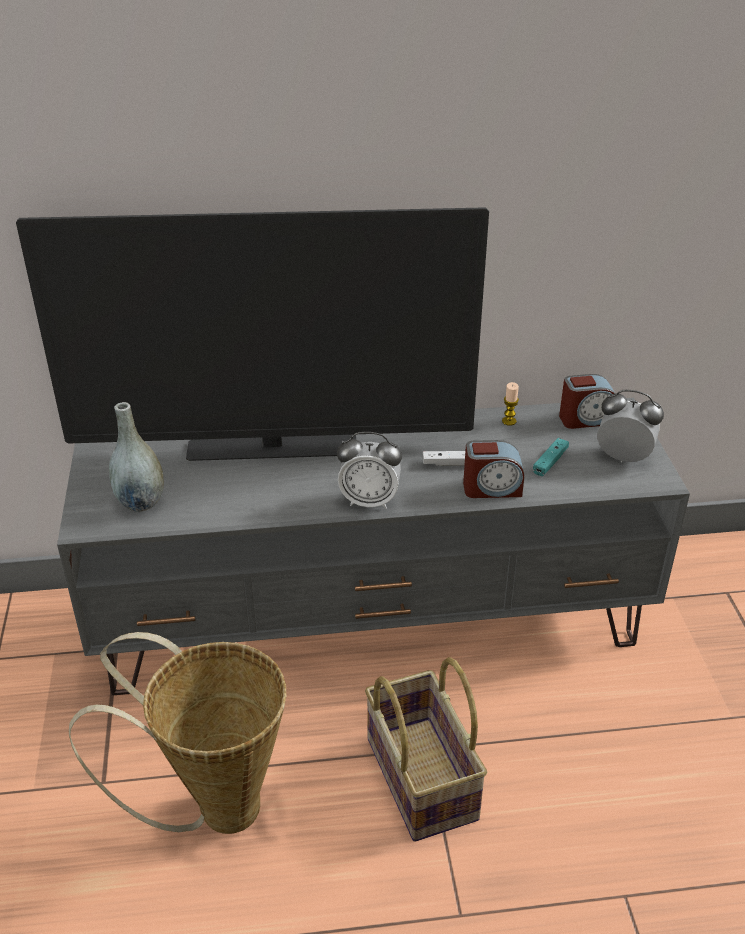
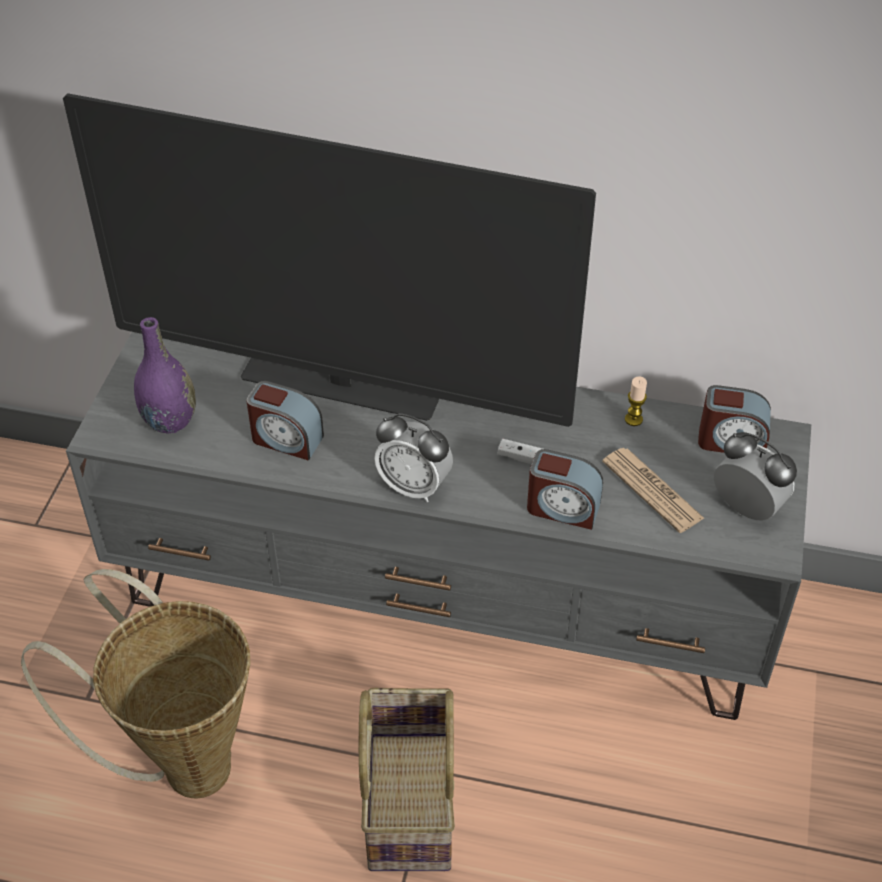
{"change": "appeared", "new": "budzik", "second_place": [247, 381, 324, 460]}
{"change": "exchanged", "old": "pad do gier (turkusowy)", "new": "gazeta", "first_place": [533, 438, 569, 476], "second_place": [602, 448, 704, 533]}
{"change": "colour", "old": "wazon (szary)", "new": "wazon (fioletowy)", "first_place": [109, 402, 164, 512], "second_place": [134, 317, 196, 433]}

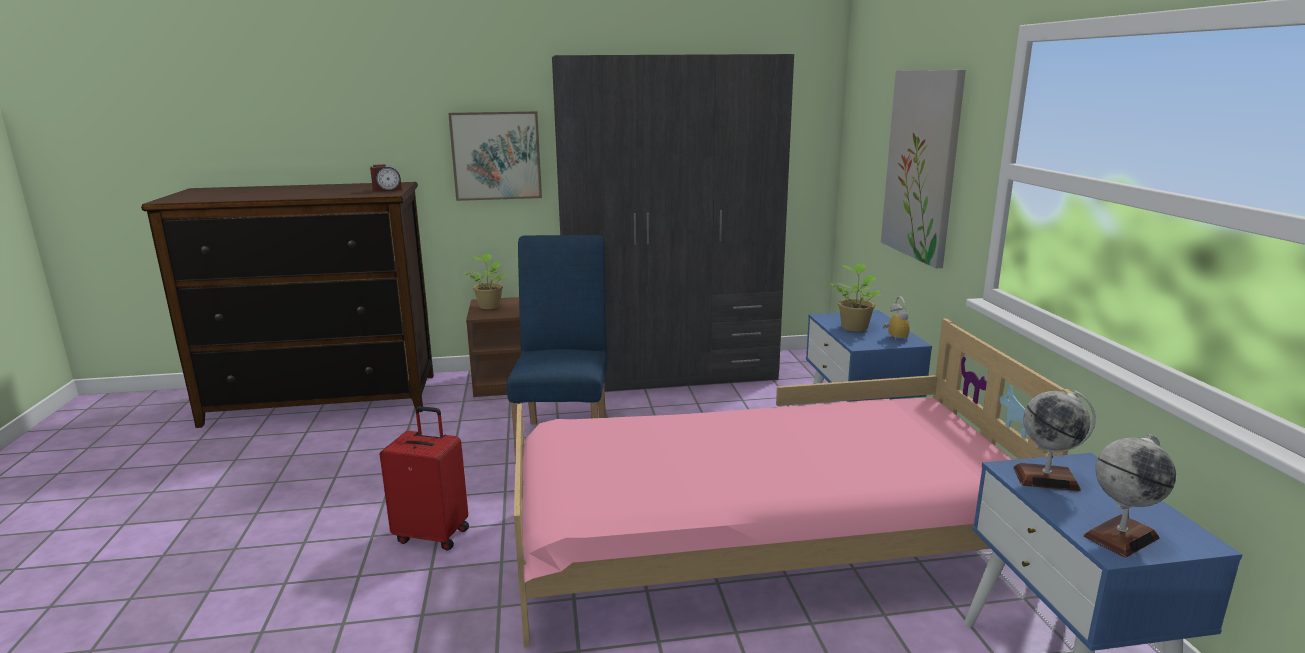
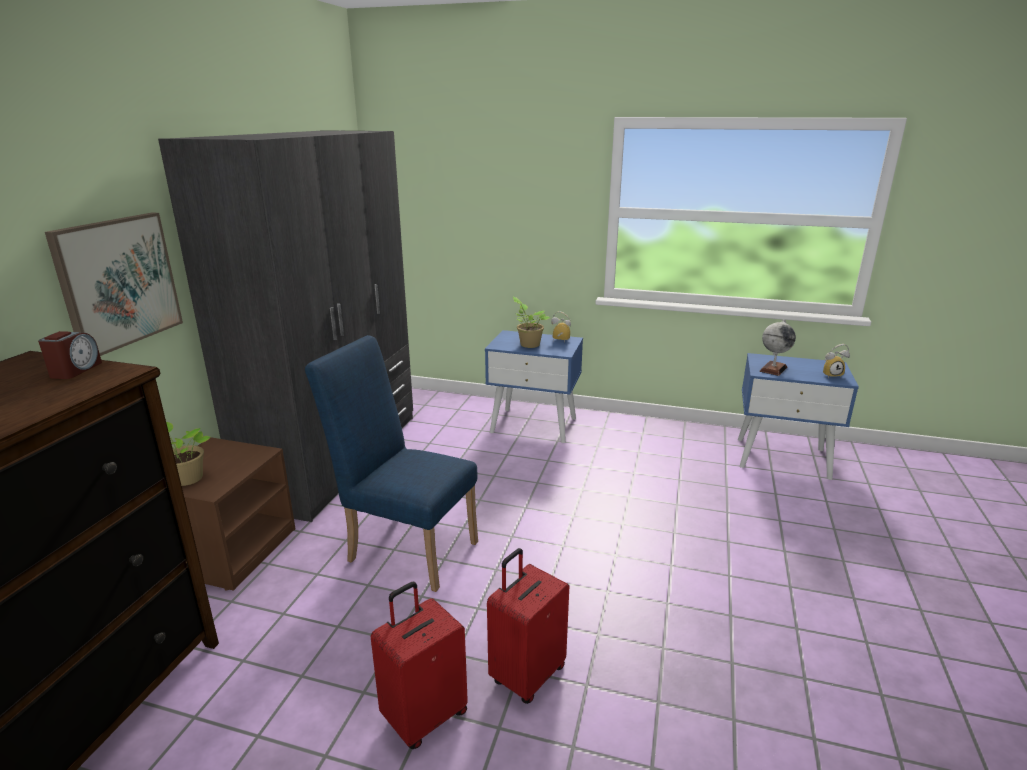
{"change": "missing", "old": "łóżko (różowy)", "first_place": [514, 318, 1078, 647]}
{"change": "missing", "old": "obraz", "first_place": [881, 70, 966, 268]}
{"change": "appeared", "new": "walizka (czerwony)", "second_place": [371, 581, 468, 749]}
{"change": "exchanged", "old": "globus", "new": "budzik", "first_place": [1083, 434, 1176, 558], "second_place": [823, 344, 850, 378]}

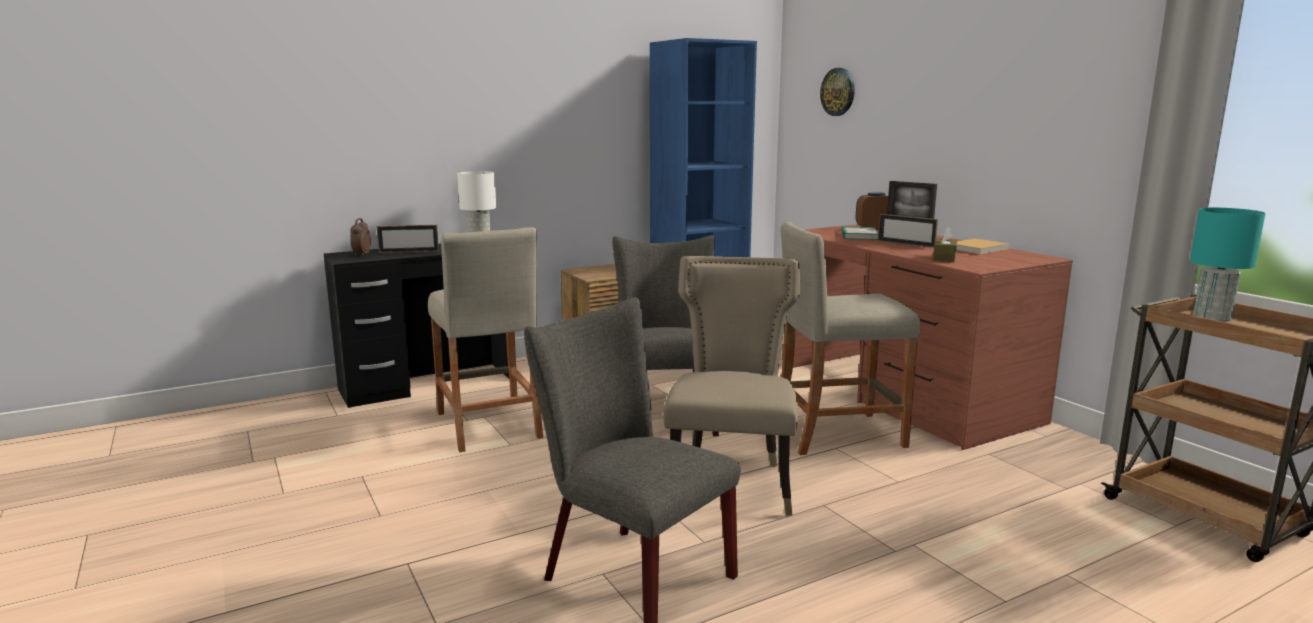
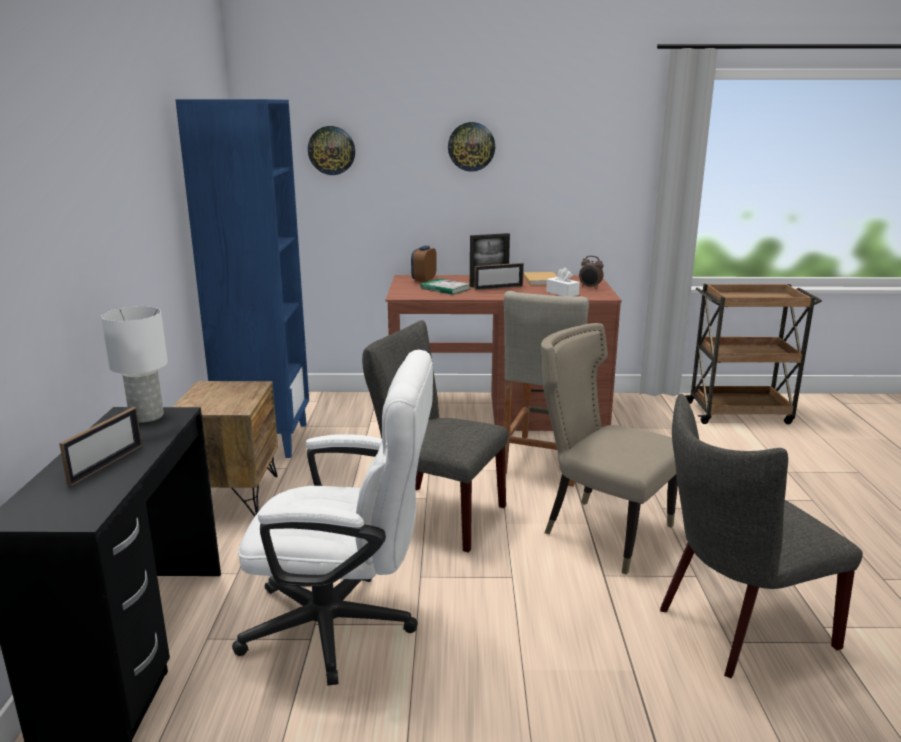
{"change": "missing", "old": "lampa stołowa (turkusowy)", "first_place": [1190, 208, 1266, 322]}
{"change": "appeared", "new": "zegar ścienny", "second_place": [448, 122, 495, 171]}
{"change": "relocated", "old": "budzik", "first_place": [350, 218, 371, 257], "second_place": [579, 256, 604, 289]}
{"change": "exchanged", "old": "stołek (beżowy)", "new": "krzesło biurowe (biały)", "first_place": [428, 227, 543, 452], "second_place": [232, 350, 433, 686]}
{"change": "colour", "old": "pudełko chusteczek (brązowy)", "new": "pudełko chusteczek (biały)", "first_place": [933, 227, 957, 262], "second_place": [546, 268, 580, 297]}

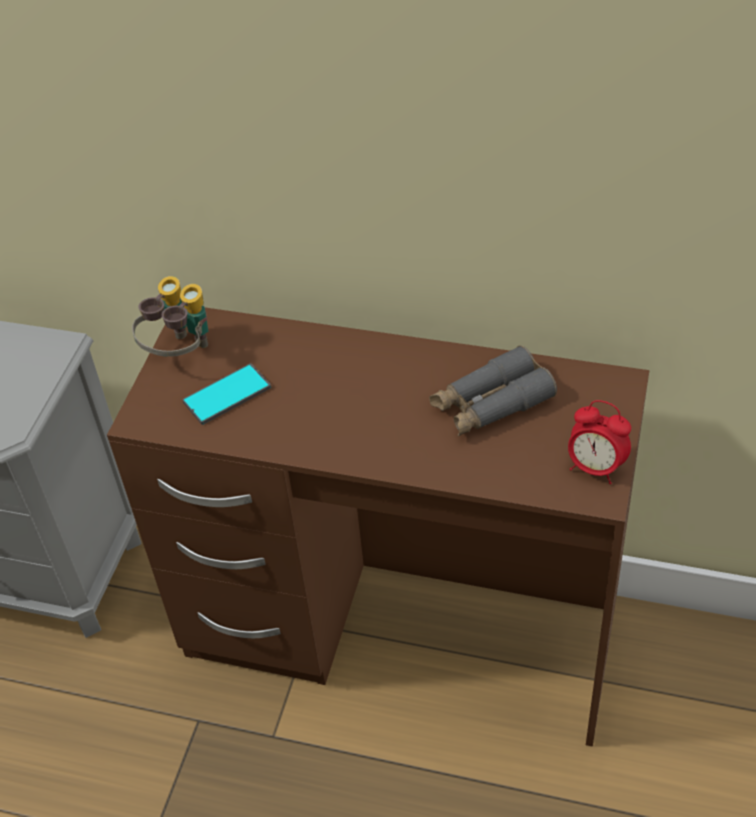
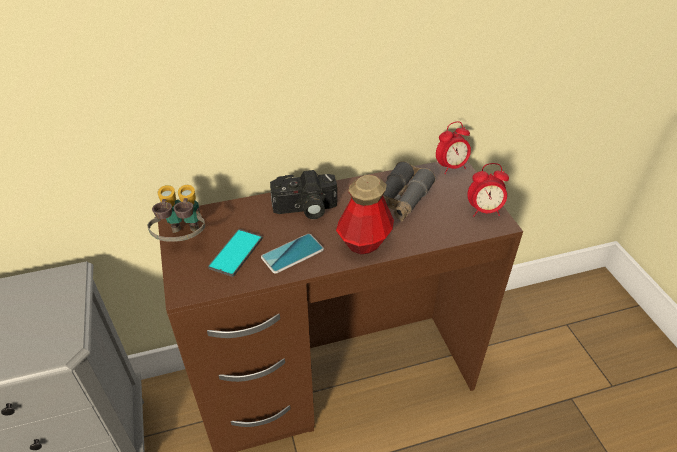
{"change": "appeared", "new": "telefon", "second_place": [261, 234, 324, 274]}
{"change": "appeared", "new": "aparat fotograficzny", "second_place": [270, 170, 337, 219]}
{"change": "appeared", "new": "butelka", "second_place": [336, 175, 394, 255]}
{"change": "appeared", "new": "budzik", "second_place": [436, 121, 471, 174]}

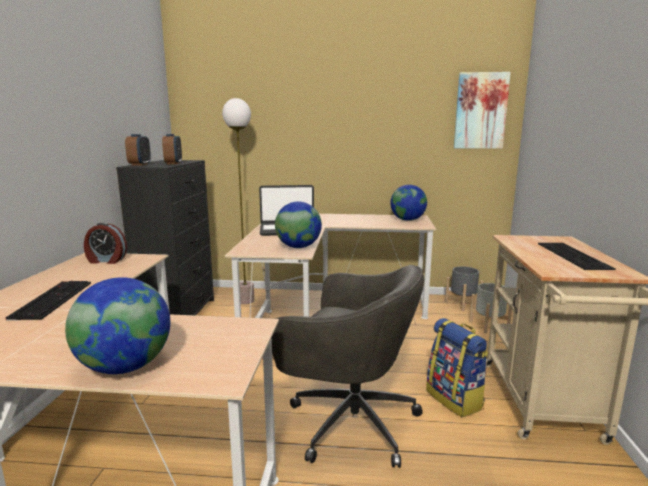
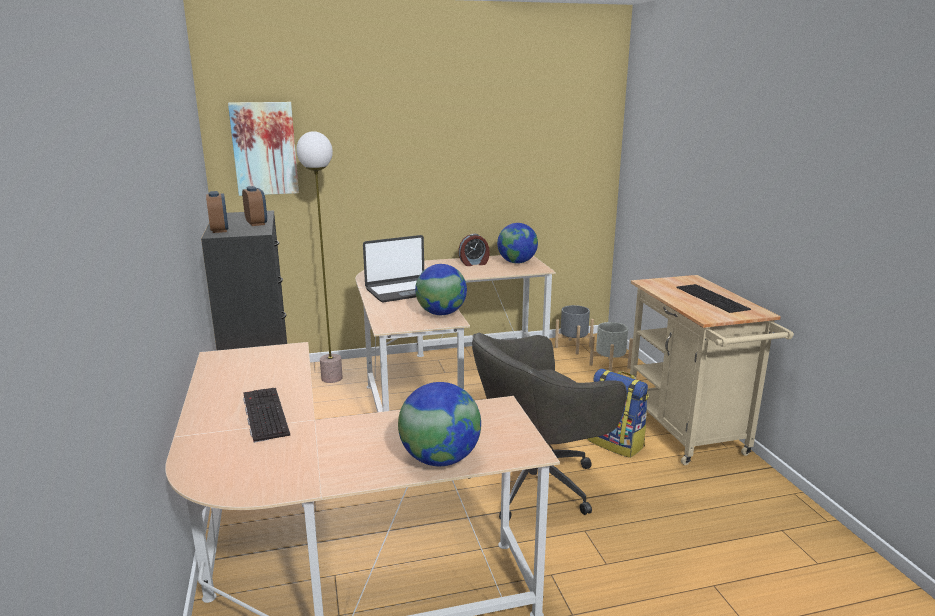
{"change": "relocated", "old": "budzik", "first_place": [84, 223, 127, 264], "second_place": [458, 234, 490, 266]}
{"change": "relocated", "old": "obraz", "first_place": [454, 72, 511, 149], "second_place": [228, 102, 299, 196]}
{"change": "spun", "old": "krzesło biurowe (szary)", "first_place": [272, 265, 424, 468], "second_place": [468, 333, 627, 520], "degrees": 150}

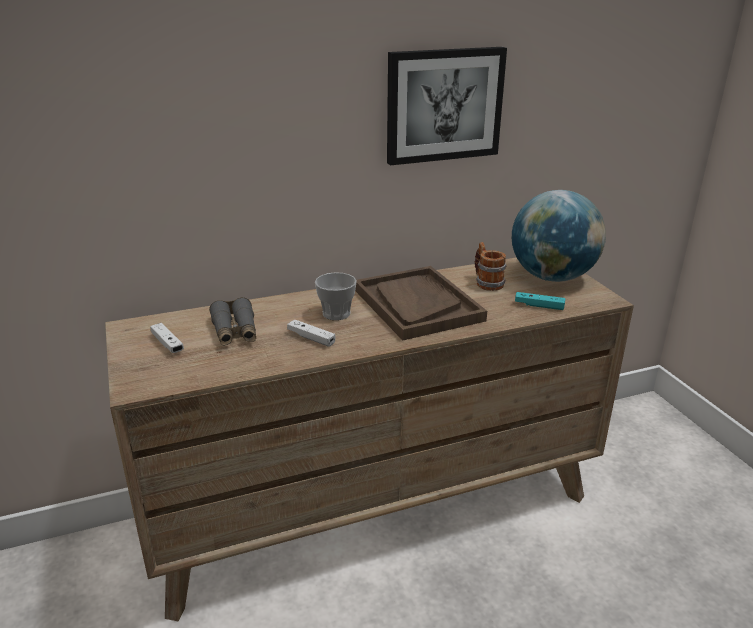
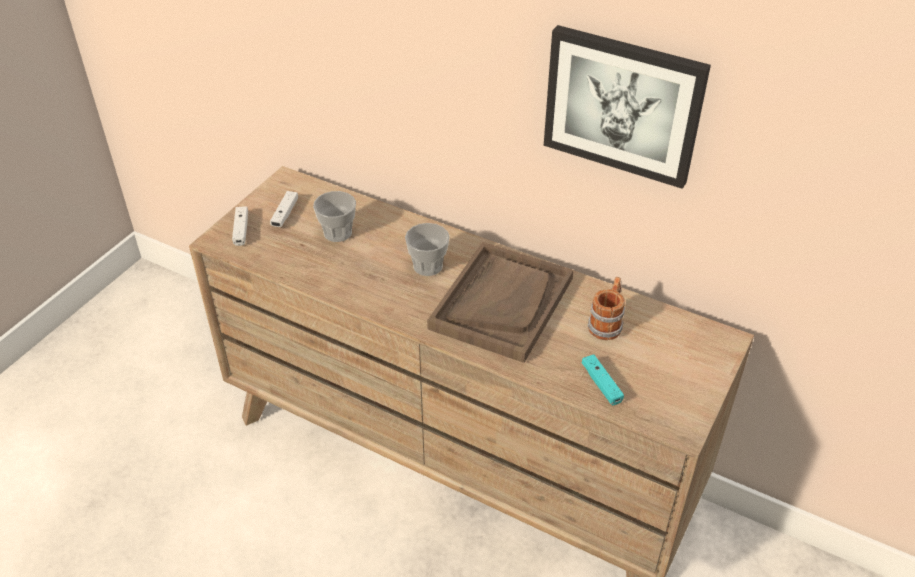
{"change": "missing", "old": "globus", "first_place": [512, 190, 606, 282]}
{"change": "relocated", "old": "pad do gier (biały)", "first_place": [287, 320, 335, 347], "second_place": [232, 206, 248, 246]}
{"change": "exchanged", "old": "lornetka (szary)", "new": "filiżanka", "first_place": [209, 297, 256, 346], "second_place": [313, 191, 356, 242]}

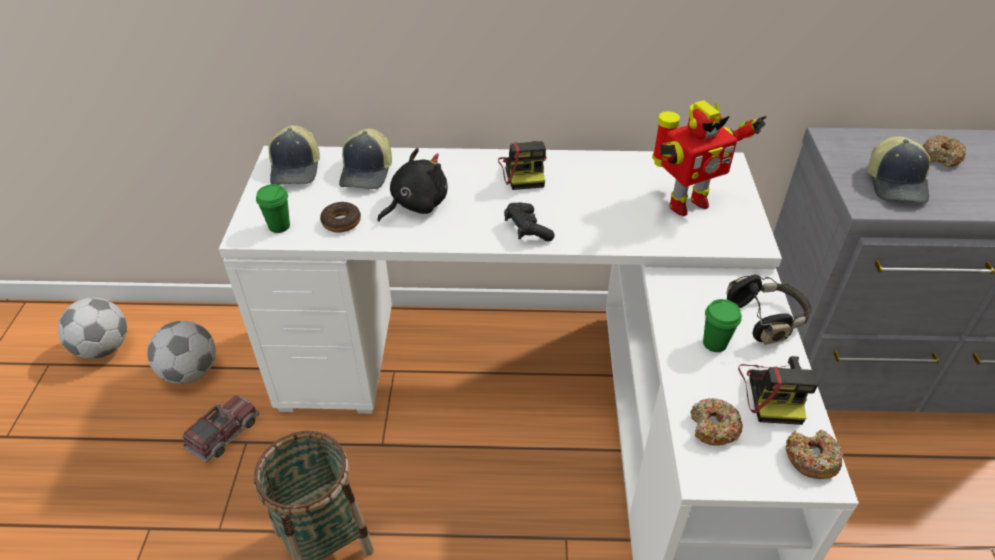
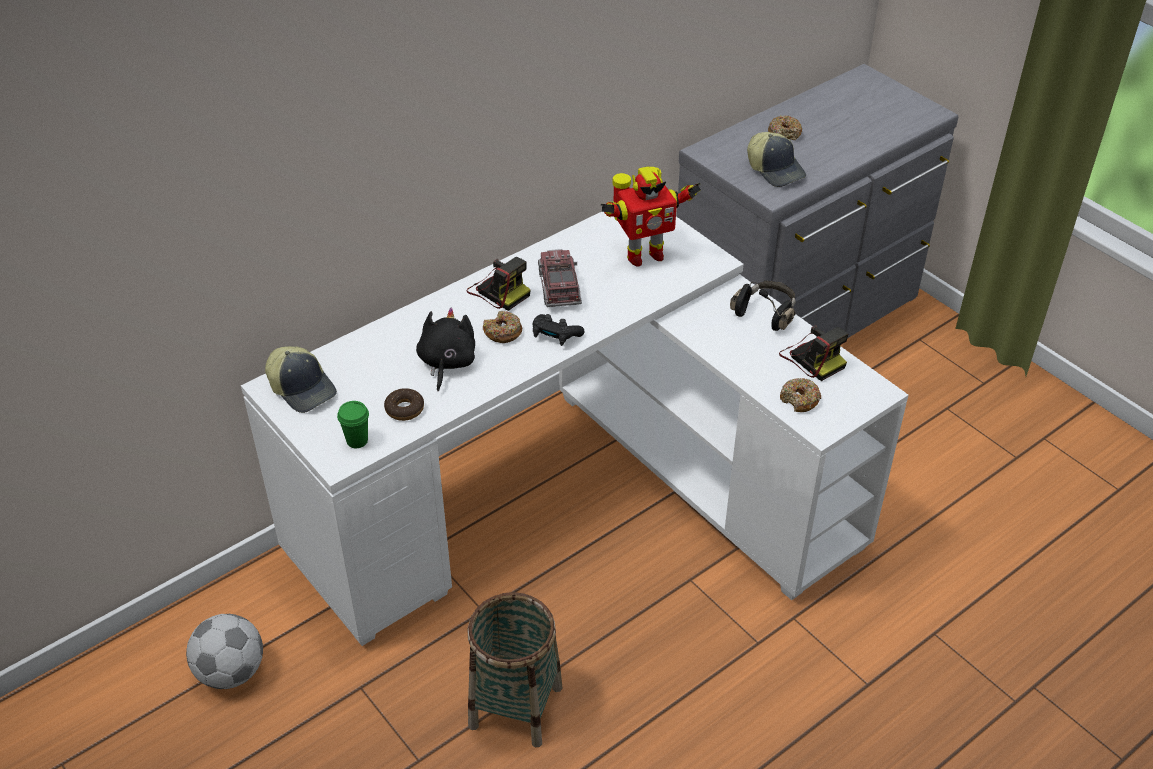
{"change": "missing", "old": "piłka futbolowa", "first_place": [58, 298, 127, 359]}
{"change": "missing", "old": "czapka z daszkiem", "first_place": [339, 128, 392, 189]}
{"change": "missing", "old": "filiżanka (zielony)", "first_place": [703, 299, 742, 352]}
{"change": "relocated", "old": "ciężarówka zabawkowa", "first_place": [183, 395, 259, 462], "second_place": [538, 249, 582, 307]}
{"change": "relocated", "old": "donut", "first_place": [786, 430, 843, 479], "second_place": [483, 311, 523, 343]}
{"change": "spun", "old": "robot zabawkowy", "first_place": [652, 100, 767, 216], "second_place": [601, 166, 701, 267], "degrees": 45}

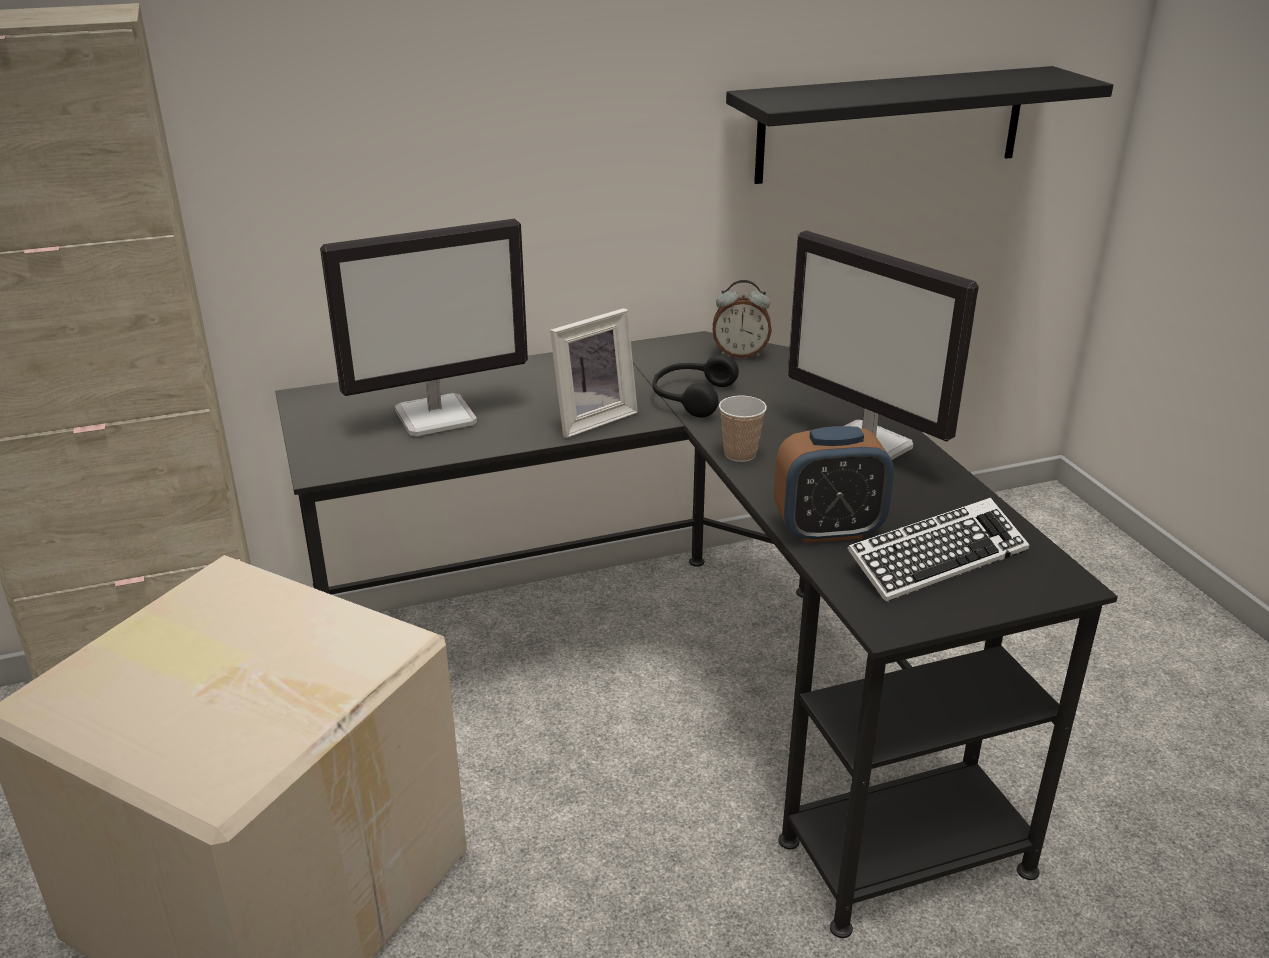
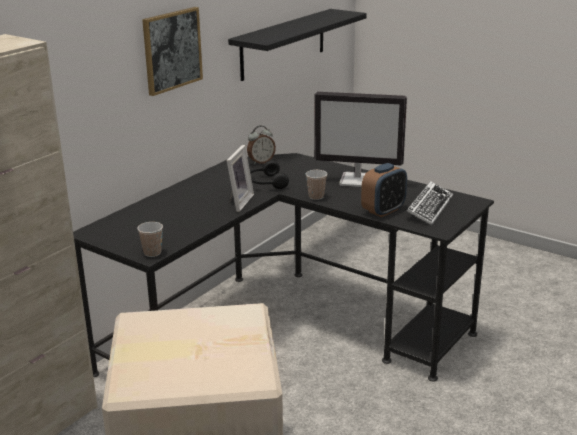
{"change": "missing", "old": "monitor", "first_place": [320, 219, 528, 436]}
{"change": "appeared", "new": "filiżanka", "second_place": [137, 222, 163, 257]}
{"change": "appeared", "new": "obraz", "second_place": [142, 7, 203, 96]}

